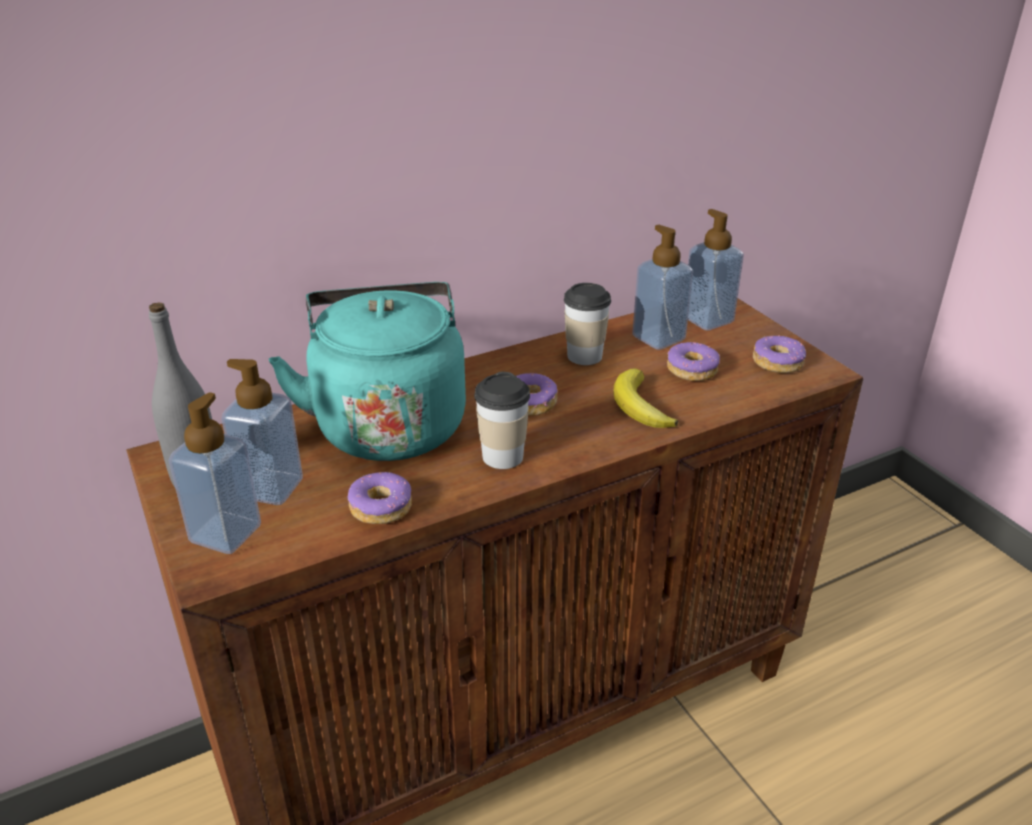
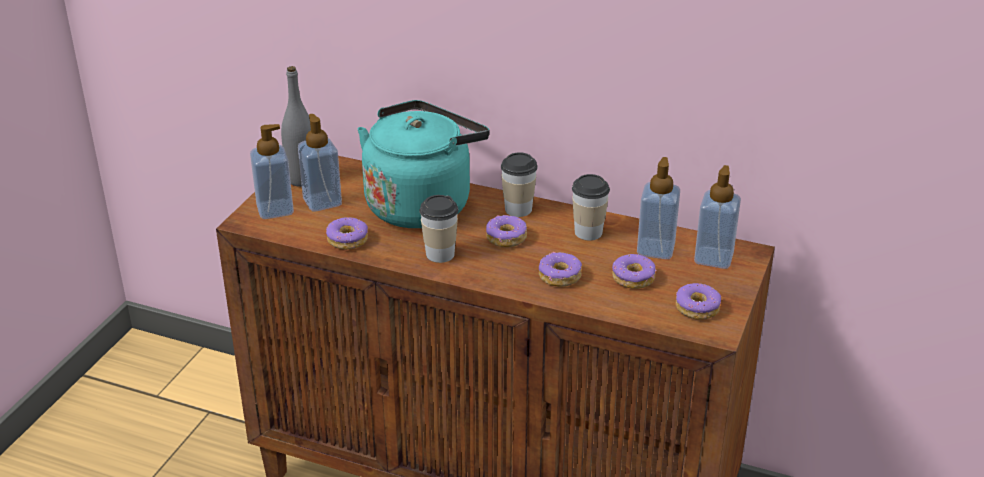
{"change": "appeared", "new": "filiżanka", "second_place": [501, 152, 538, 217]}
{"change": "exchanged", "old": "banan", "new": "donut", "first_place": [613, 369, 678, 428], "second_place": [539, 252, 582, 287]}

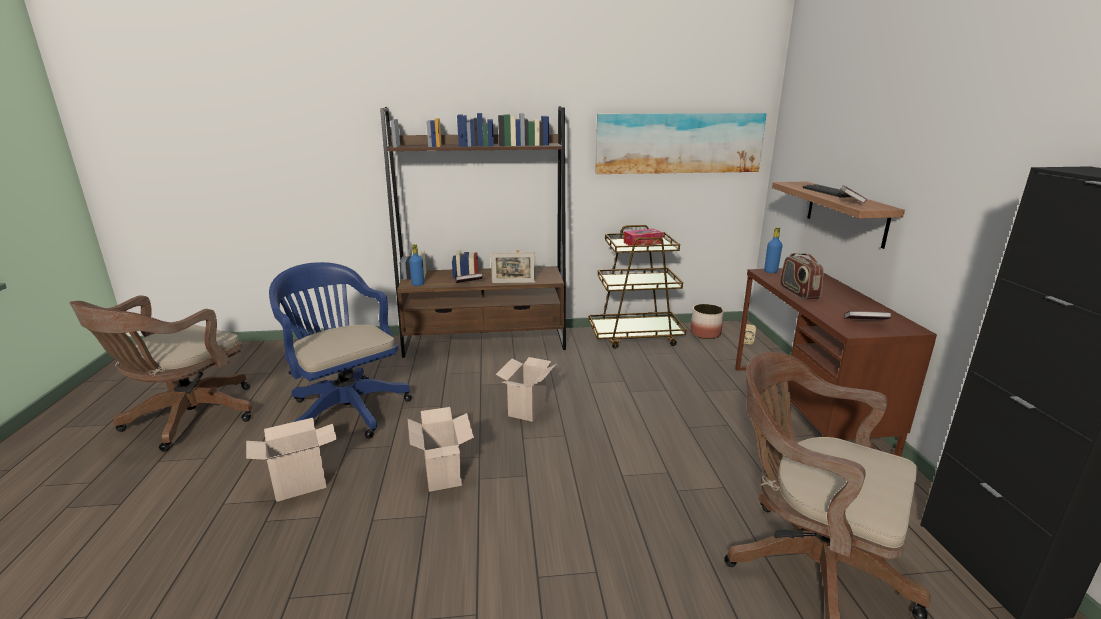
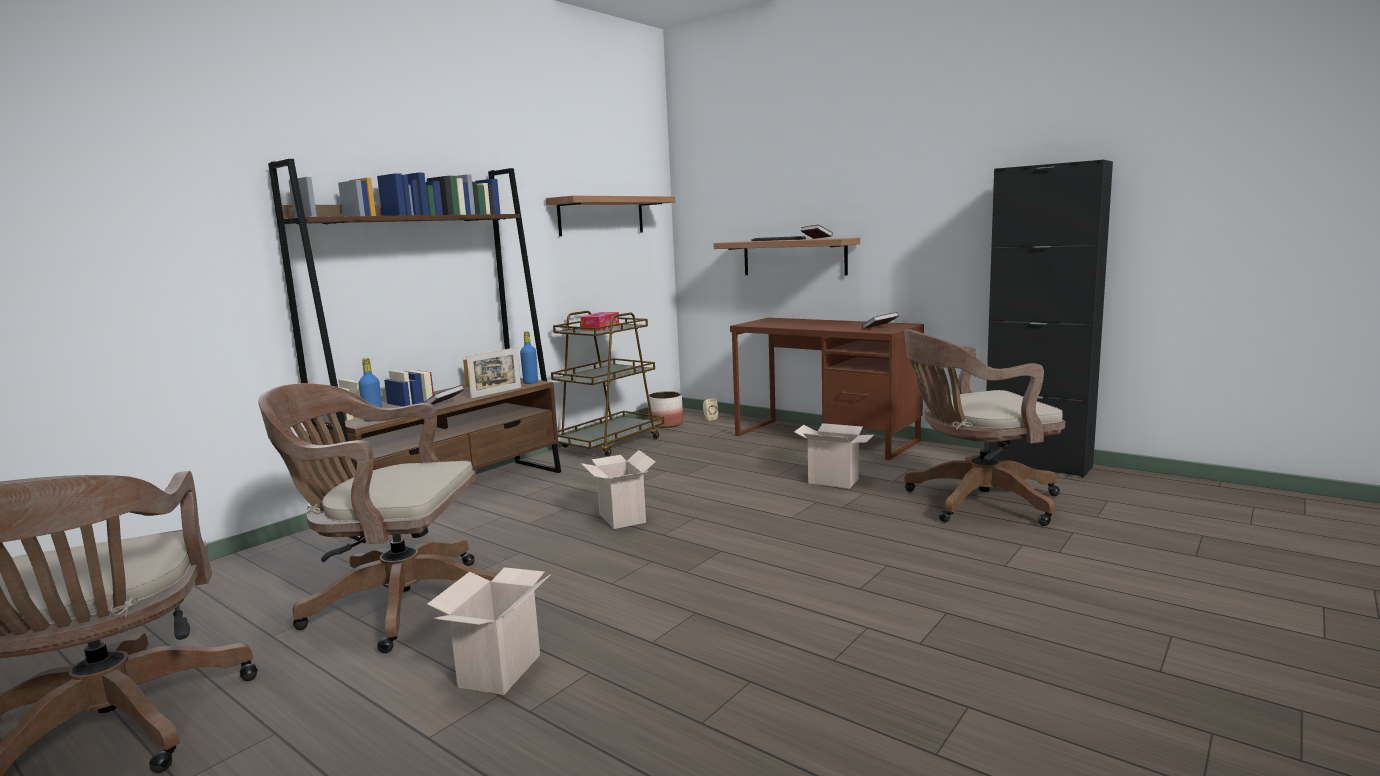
{"change": "missing", "old": "radio", "first_place": [780, 253, 824, 299]}
{"change": "relocated", "old": "karton", "first_place": [408, 407, 474, 492], "second_place": [794, 423, 875, 488]}
{"change": "relocated", "old": "butelka (niebieski)", "first_place": [764, 227, 782, 273], "second_place": [520, 331, 538, 384]}
{"change": "exchanged", "old": "obraz", "new": "półka", "first_place": [595, 113, 767, 174], "second_place": [546, 196, 675, 236]}
{"change": "colour", "old": "krzesło biurowe (niebieski)", "new": "krzesło biurowe (brązowy)", "first_place": [269, 262, 412, 439], "second_place": [259, 383, 497, 653]}

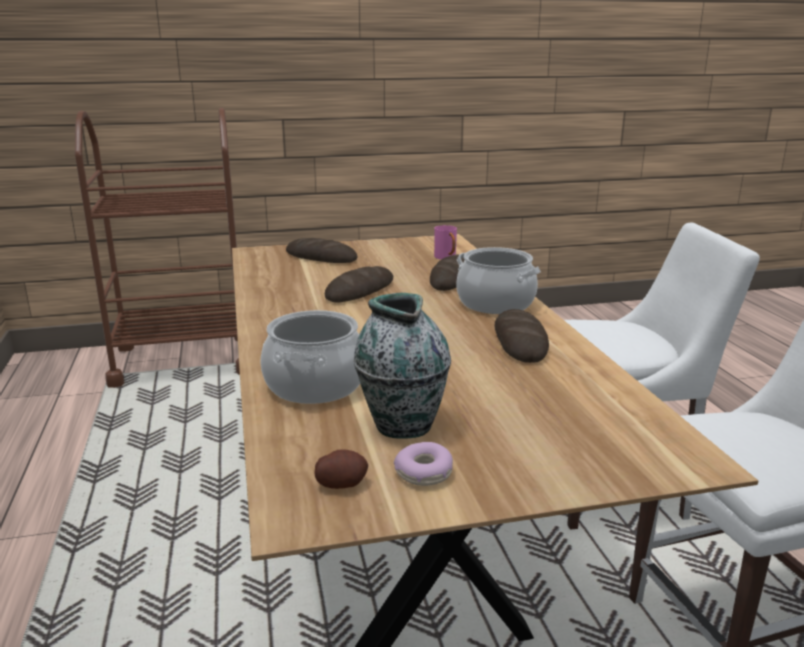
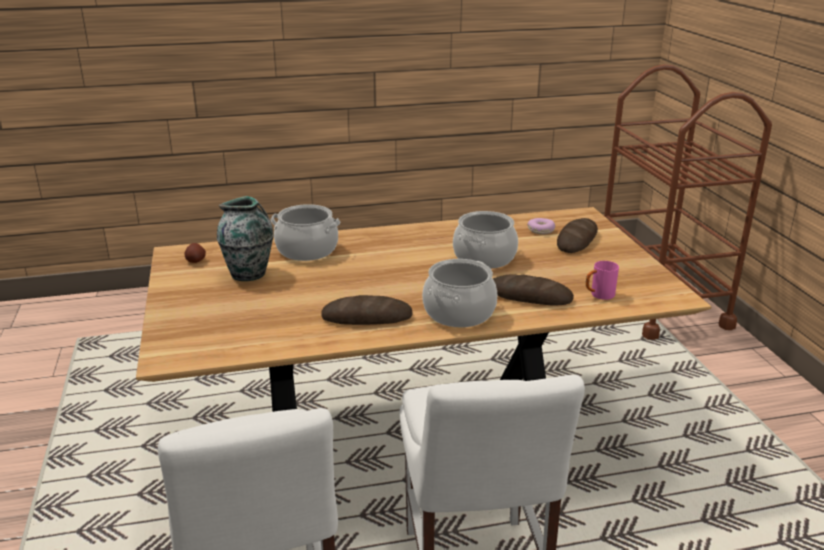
{"change": "relocated", "old": "donut", "first_place": [394, 442, 453, 486], "second_place": [527, 218, 556, 234]}
{"change": "exchanged", "old": "chleb", "new": "garnek", "first_place": [325, 266, 393, 303], "second_place": [453, 211, 518, 269]}

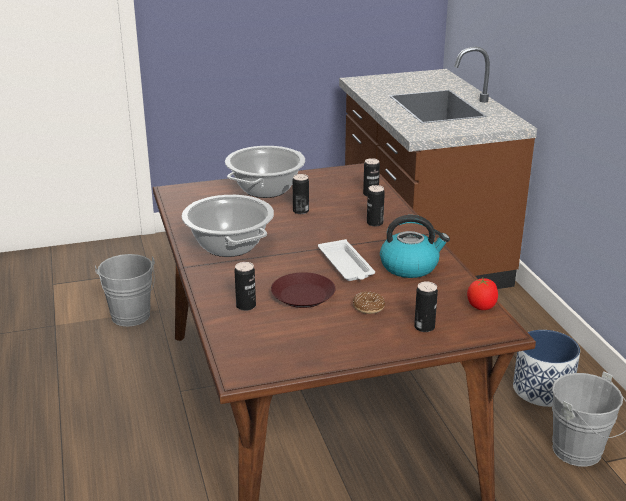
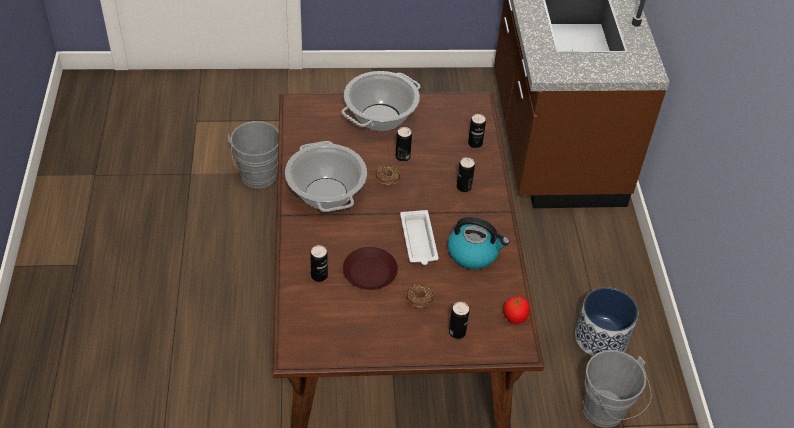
{"change": "appeared", "new": "donut", "second_place": [375, 165, 400, 185]}

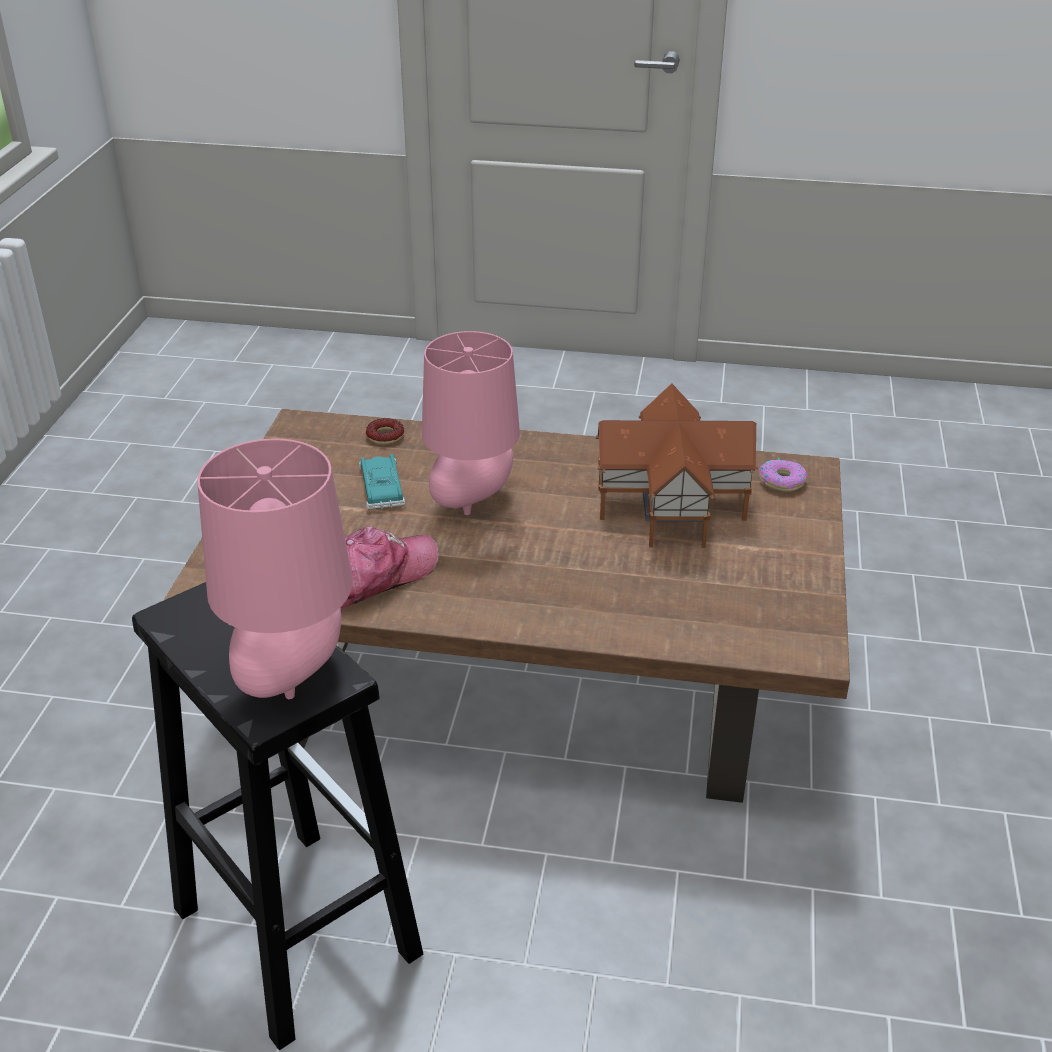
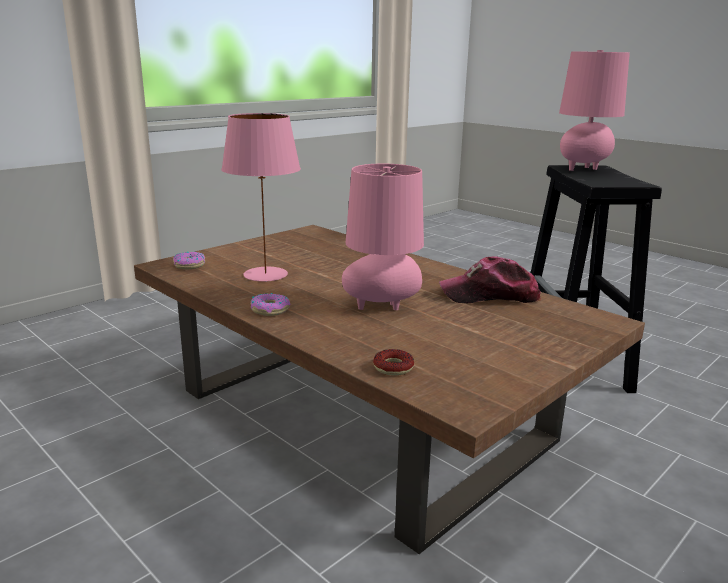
{"change": "missing", "old": "samochodzik (turkusowy)", "first_place": [359, 454, 405, 509]}
{"change": "appeared", "new": "donut", "second_place": [251, 293, 290, 316]}
{"change": "exchanged", "old": "domek", "new": "lampa stołowa (różowy)", "first_place": [596, 383, 758, 548], "second_place": [221, 113, 301, 282]}

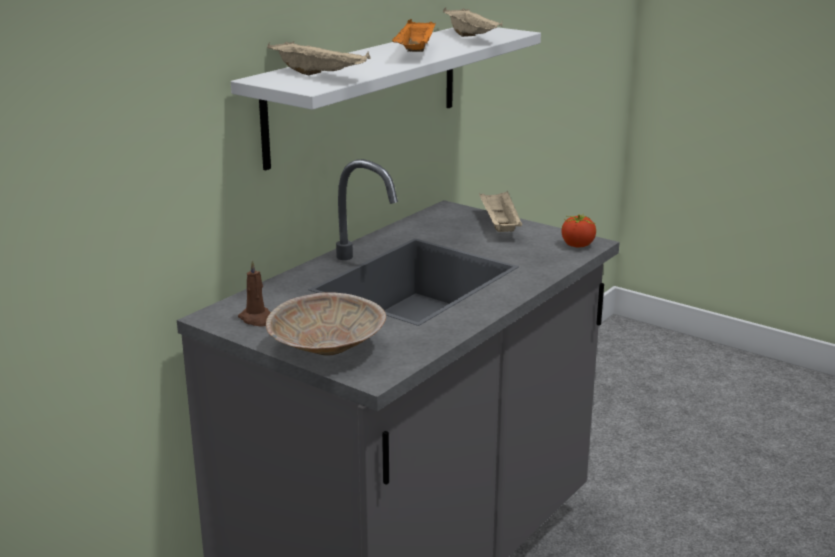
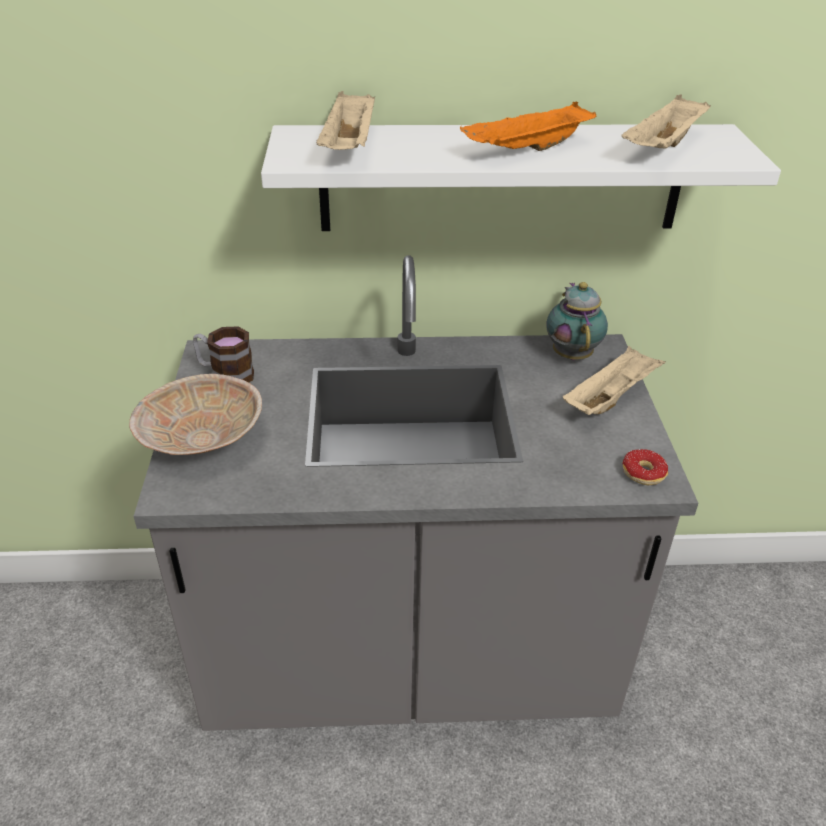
{"change": "appeared", "new": "imbryk", "second_place": [546, 282, 608, 360]}
{"change": "exchanged", "old": "świeca (brązowy)", "new": "kubek", "first_place": [238, 260, 271, 327], "second_place": [193, 326, 254, 383]}
{"change": "exchanged", "old": "pomidor", "new": "donut", "first_place": [561, 213, 596, 248], "second_place": [622, 449, 668, 485]}

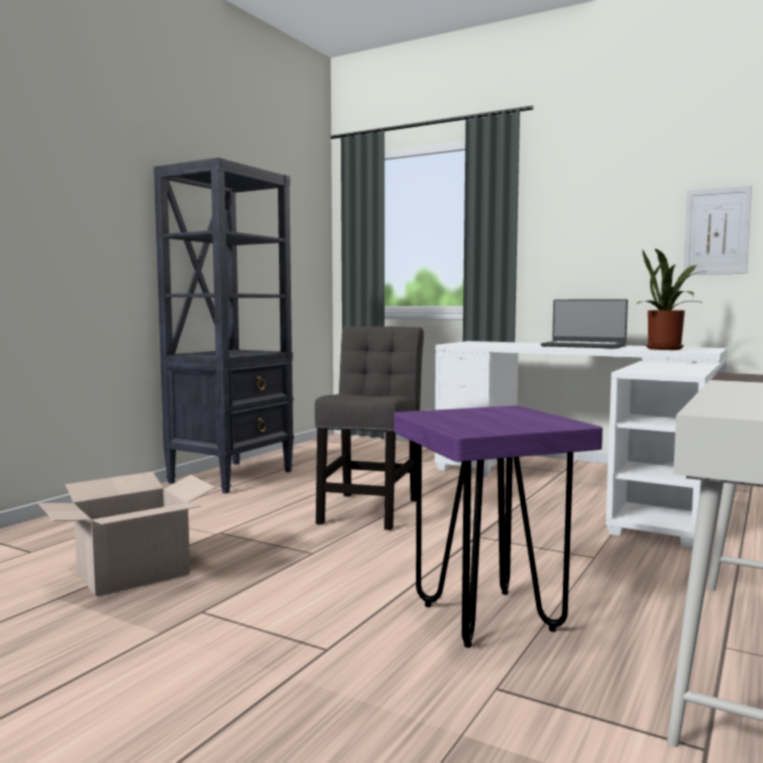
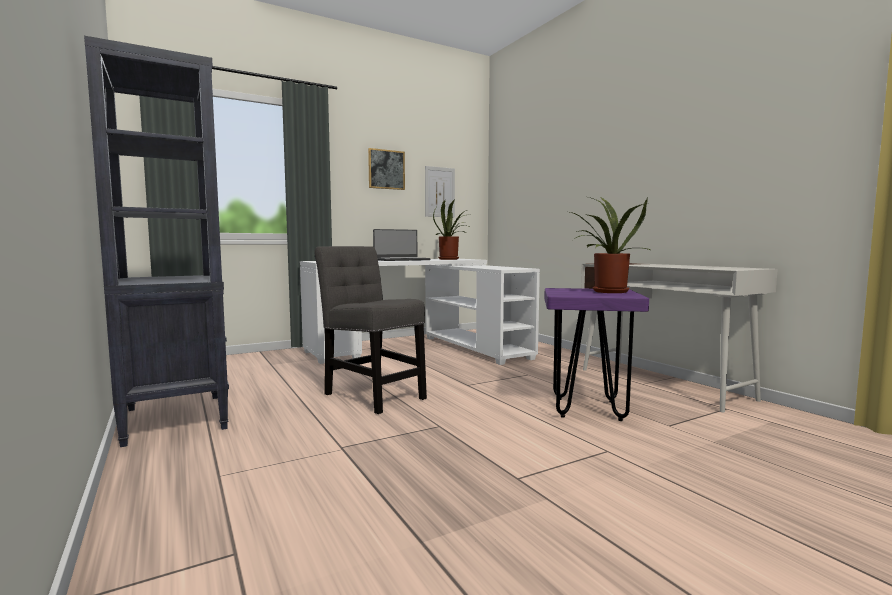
{"change": "missing", "old": "karton", "first_place": [38, 472, 216, 597]}
{"change": "appeared", "new": "obraz", "second_place": [368, 148, 405, 190]}
{"change": "appeared", "new": "roślina doniczkowa", "second_place": [570, 197, 652, 293]}

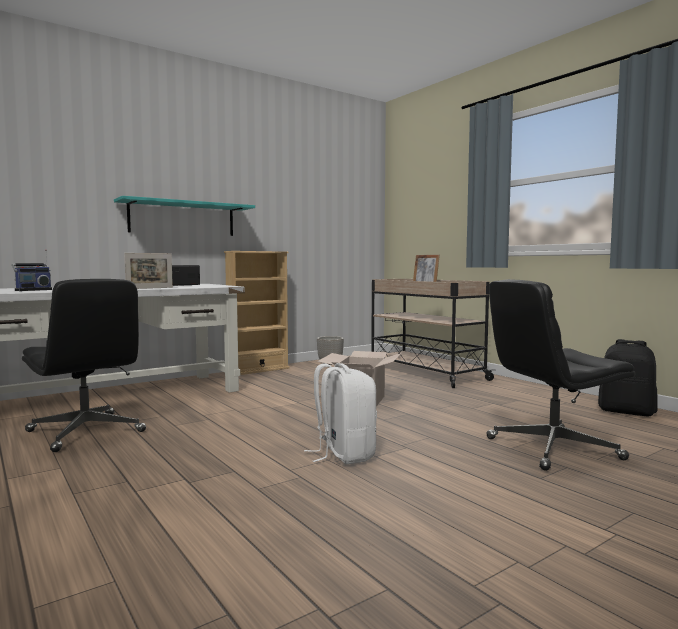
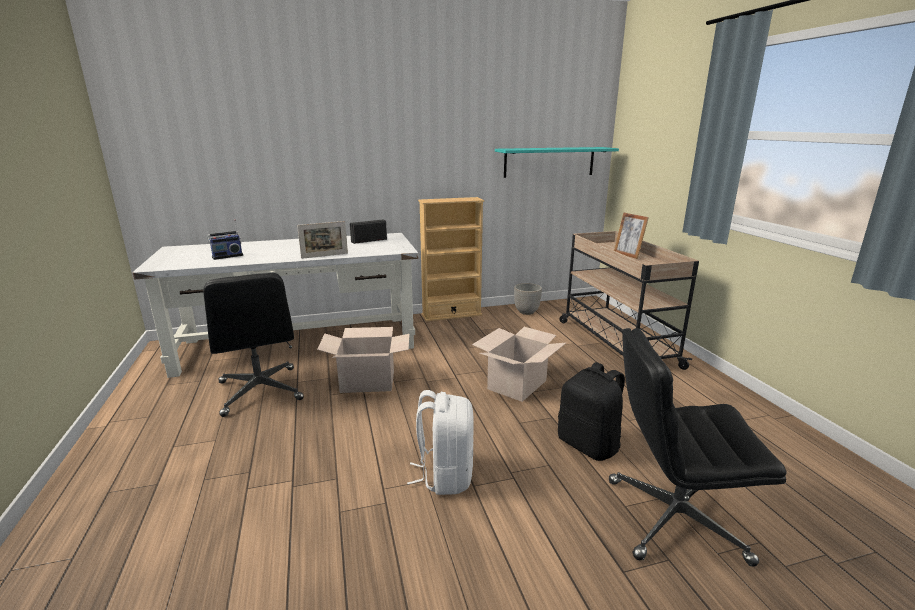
{"change": "appeared", "new": "karton", "second_place": [317, 327, 409, 393]}
{"change": "relocated", "old": "półka (turkusowy)", "first_place": [114, 196, 255, 236], "second_place": [495, 147, 619, 178]}
{"change": "relocated", "old": "plecak (czarny)", "first_place": [598, 339, 658, 416], "second_place": [558, 362, 625, 461]}

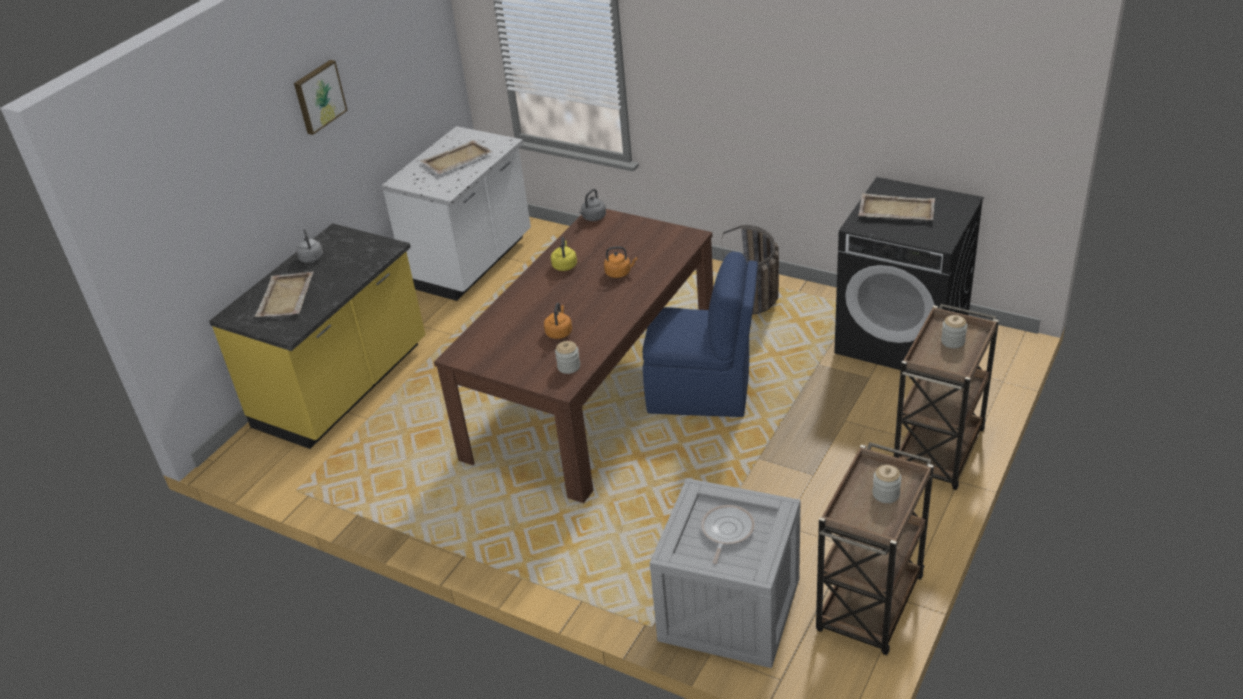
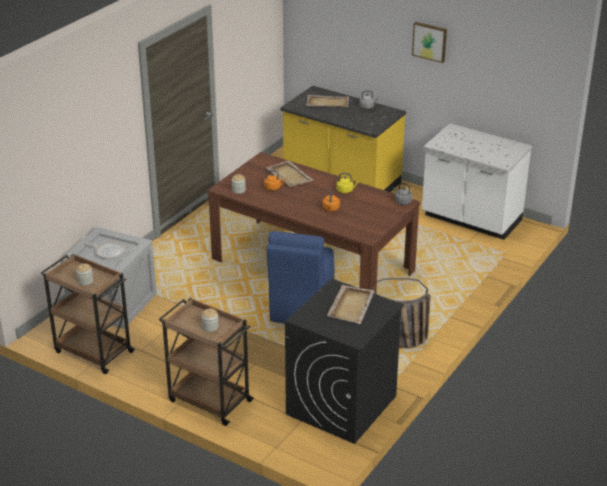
{"change": "relocated", "old": "taca (beżowy)", "first_place": [421, 140, 493, 174], "second_place": [266, 161, 313, 187]}

